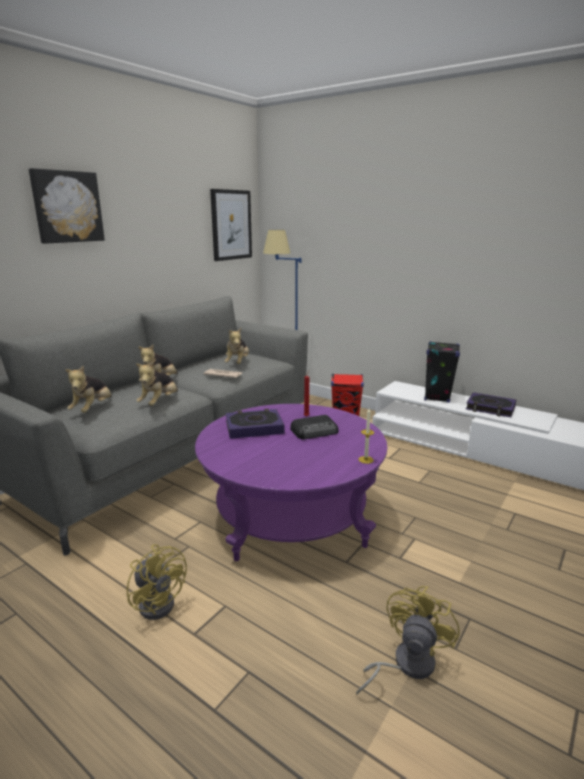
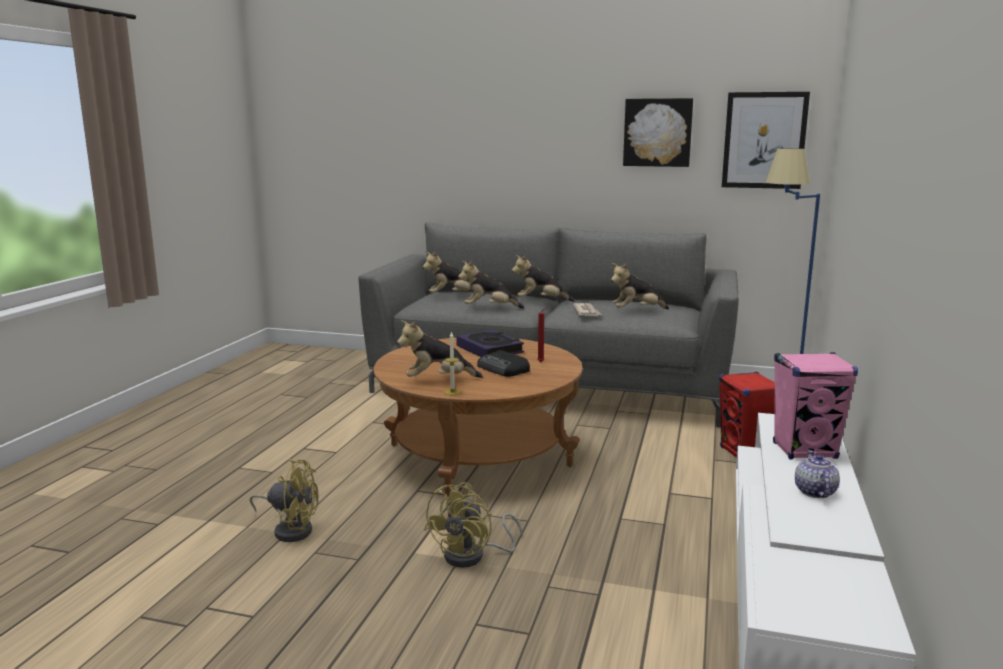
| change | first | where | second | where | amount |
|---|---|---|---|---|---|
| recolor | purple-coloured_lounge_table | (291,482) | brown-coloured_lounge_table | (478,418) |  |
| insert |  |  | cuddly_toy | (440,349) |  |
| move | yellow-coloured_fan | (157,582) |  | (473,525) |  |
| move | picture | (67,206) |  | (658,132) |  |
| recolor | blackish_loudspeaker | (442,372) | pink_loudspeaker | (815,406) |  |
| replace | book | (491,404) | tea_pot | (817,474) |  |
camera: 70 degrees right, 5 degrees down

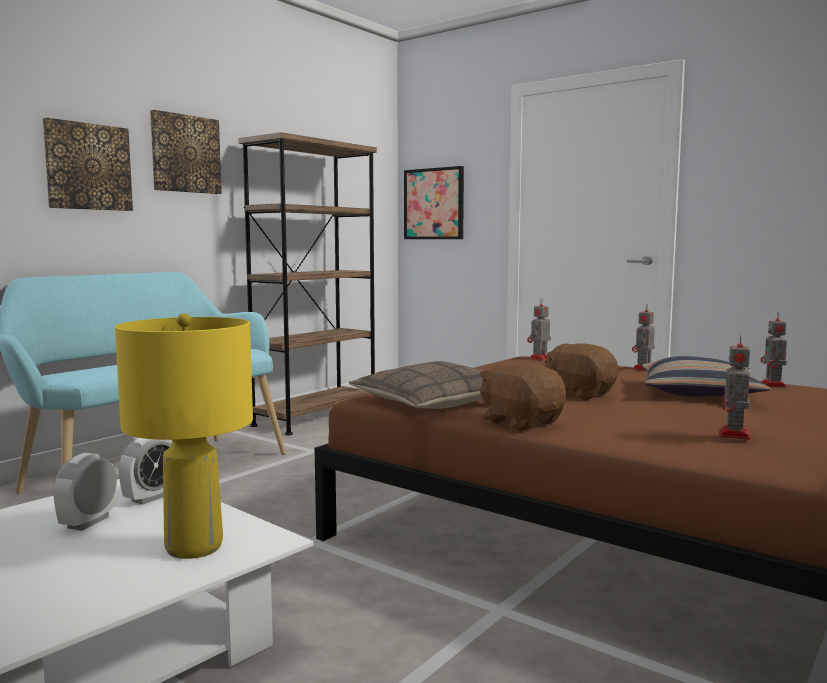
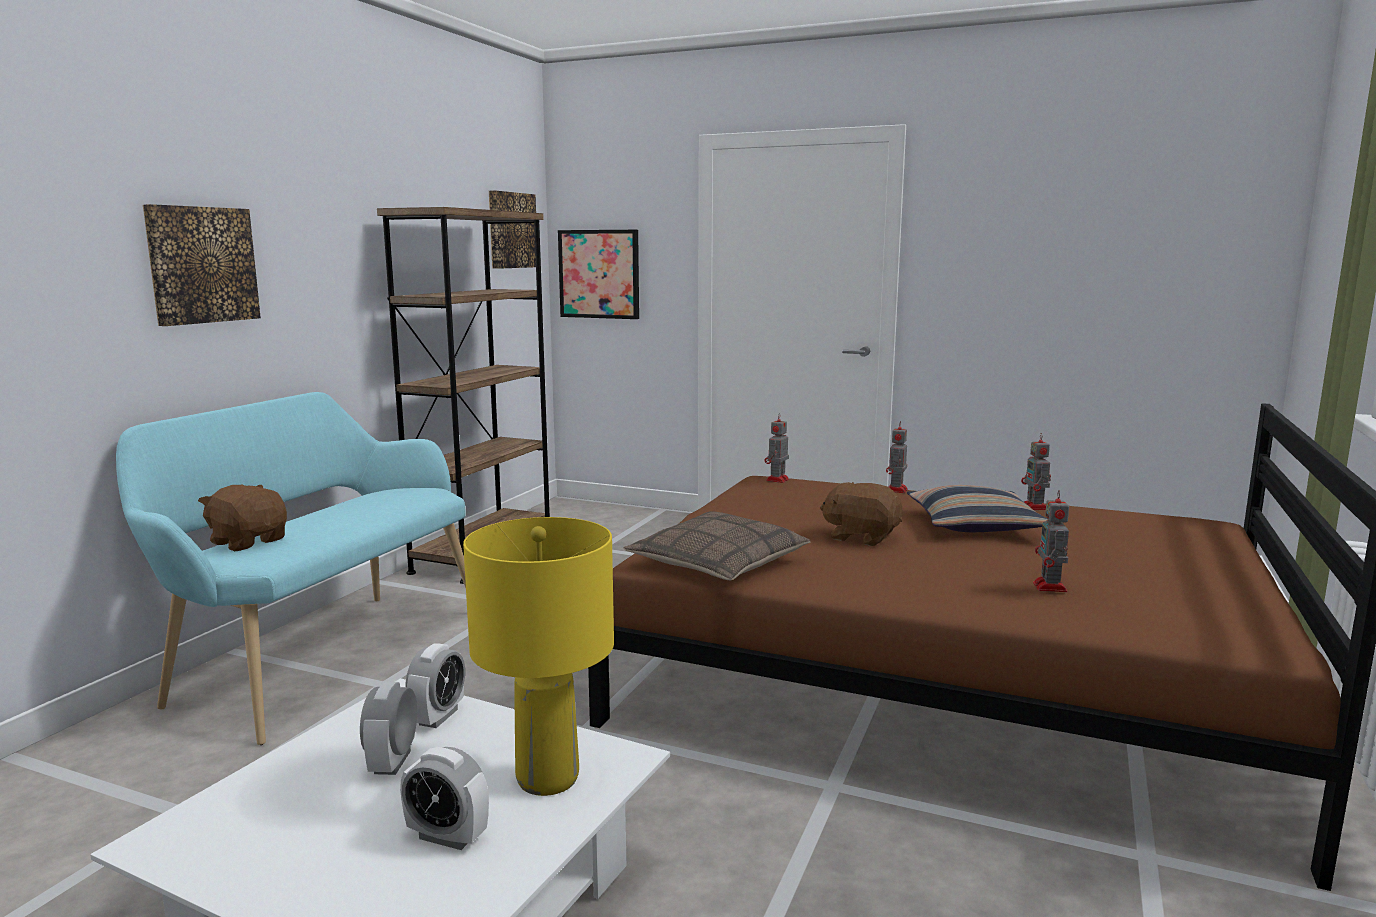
| change | first | where | second | where | amount |
|---|---|---|---|---|---|
| move | brown-coloured_cuddly_toy | (522,396) |  | (242,518) |  |
| insert |  |  | table_clock | (444,798) |  |
| move | picture | (186,152) |  | (512,229) |  |
camera: 15 degrees left, 5 degrees up

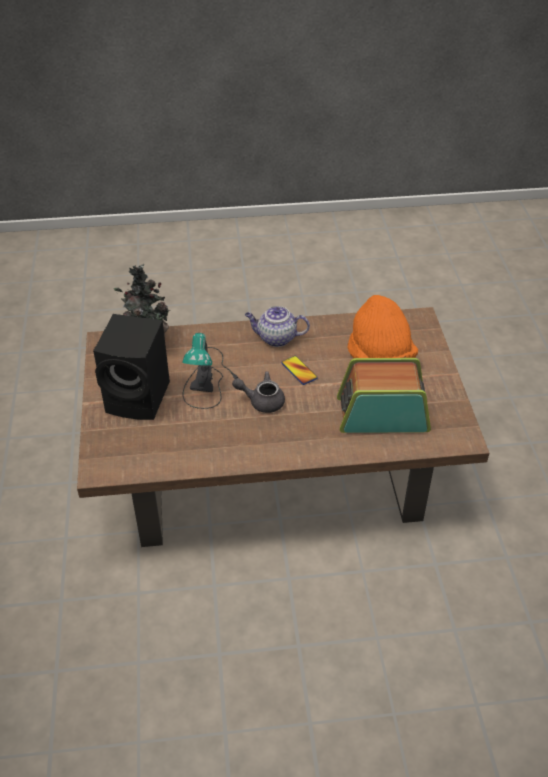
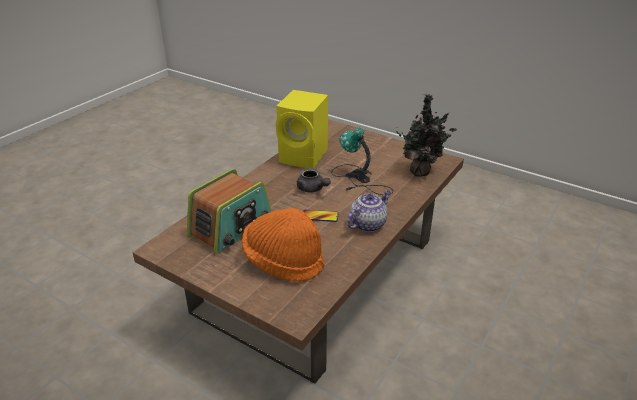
| change | first | where | second | where | amount |
|---|---|---|---|---|---|
| insert |  |  | yellow-coloured_loudspeaker | (302,129) |  |
| rotate | greyish_tea_pot | (258,392) |  | (314,180) | 90 degrees clockwise |
| delete | blackish_loudspeaker | (131,367) |  |  |  |
camera: 130 degrees right, 10 degrees down

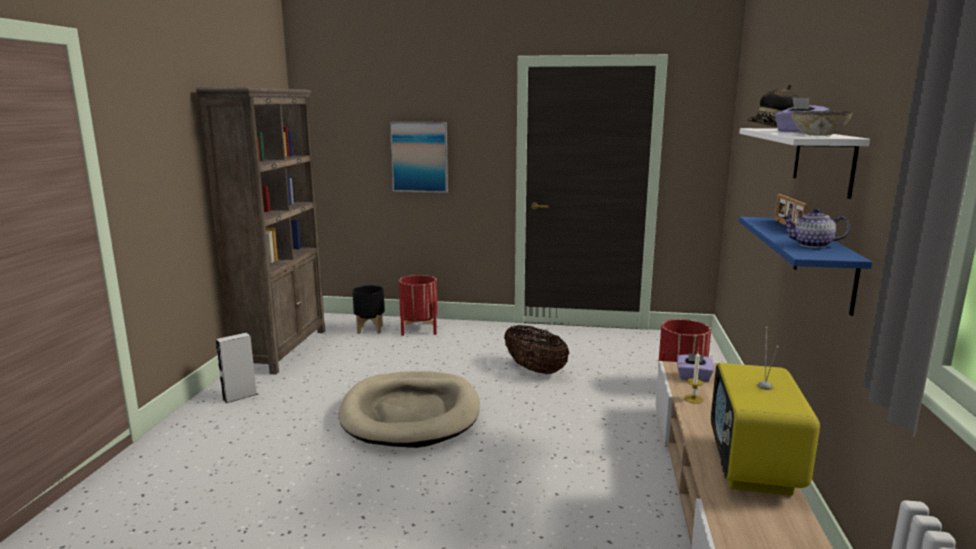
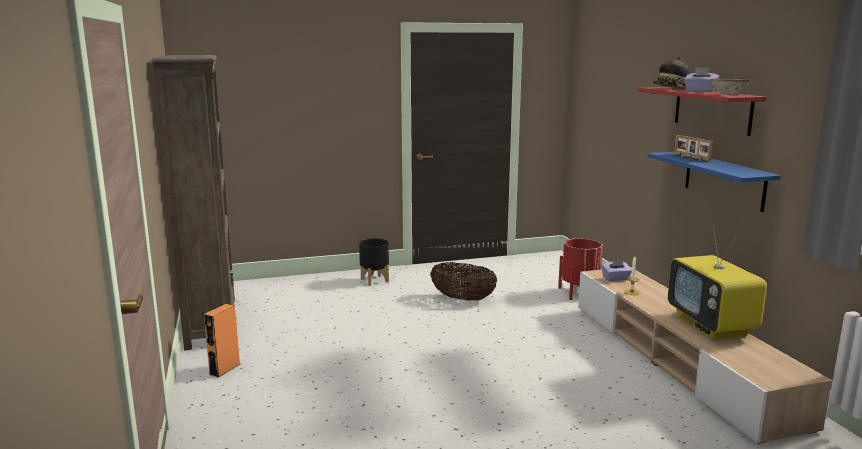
| change | first | where | second | where | amount |
|---|---|---|---|---|---|
| recolor | greyish_loudspeaker | (236,367) | orange-coloured_loudspeaker | (222,341) |  |
| move | blackish_flower_pot | (368,309) |  | (374,262) |  |
| recolor | white-coloured_bracket_shelf | (804,163) | reddish_bracket_shelf | (702,111) |  |
| delete | beige_pet_bed | (409,409) |  |  |  |
| delete | picture | (419,157) |  |  |  |
| delete | reddish_flower_pot | (418,305) |  |  |  |
| delete | tea_pot | (816,228) |  |  |  |
camera: 25 degrees left, 0 degrees up

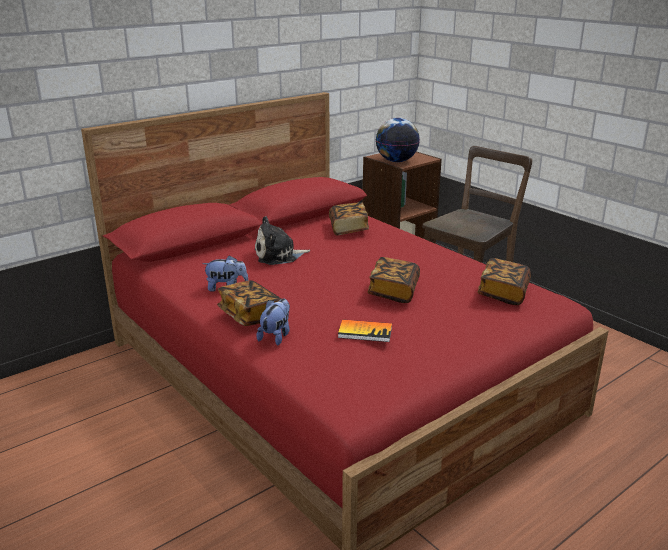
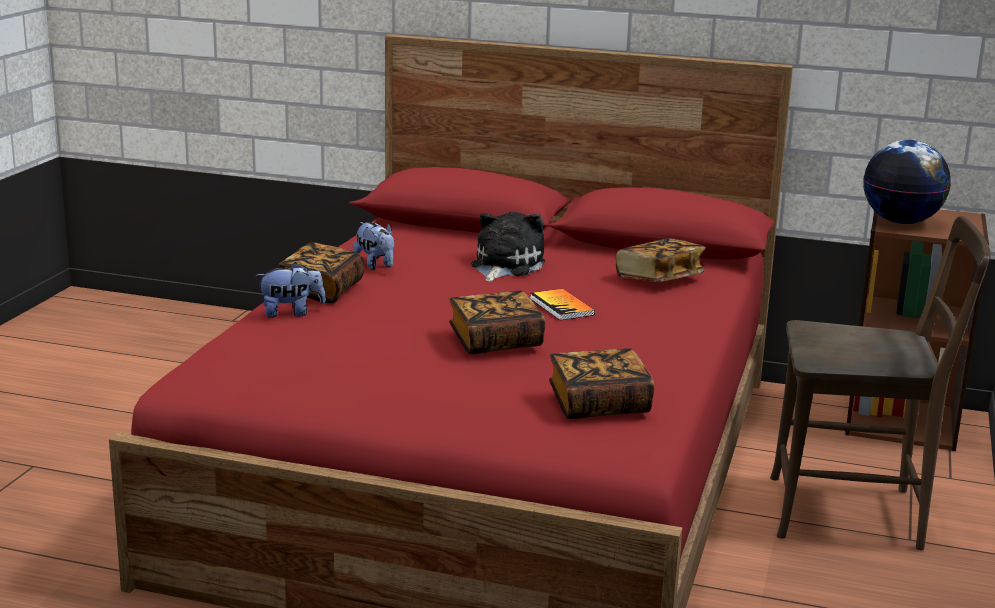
| change | first | where | second | where | amount |
|---|---|---|---|---|---|
| rotate | cuddly_toy | (282,240) |  | (508,247) | 75 degrees clockwise |
| move | book | (365,330) |  | (562,304) |  |
camera: 55 degrees right, 5 degrees down

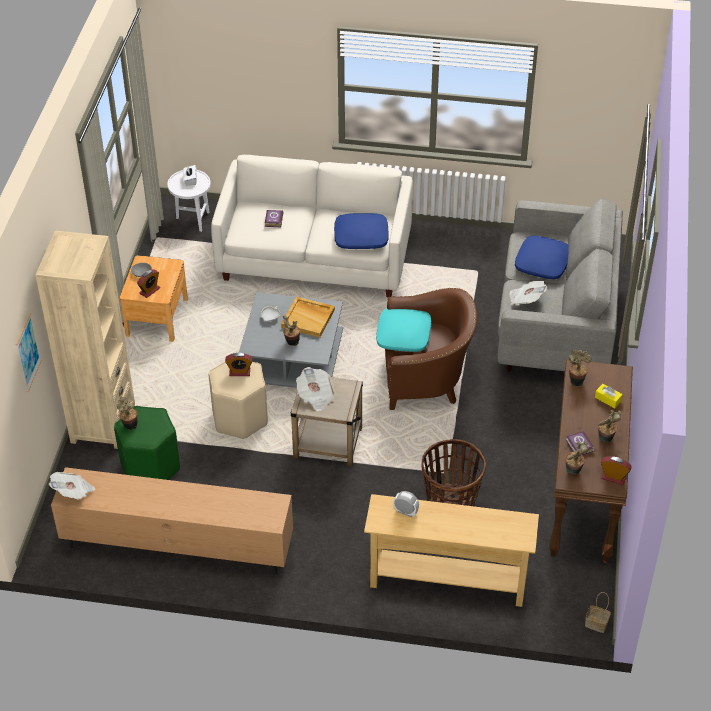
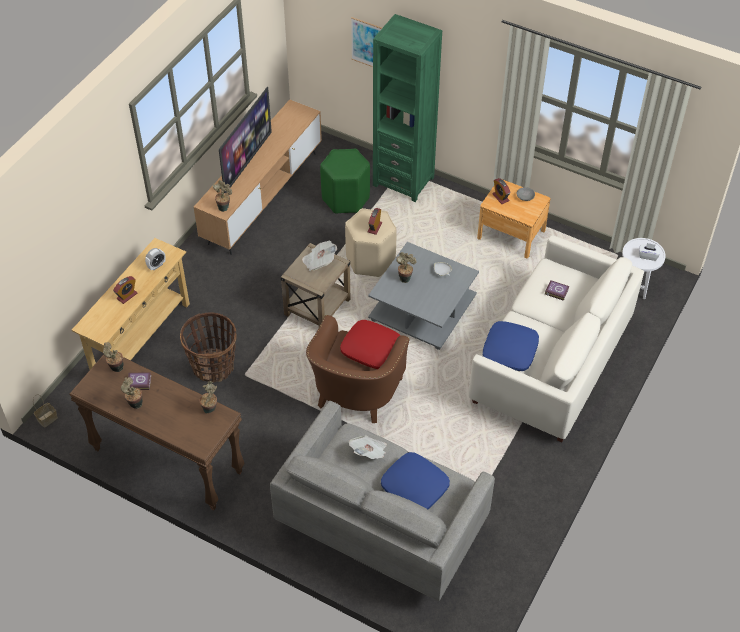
| change | first | where | second | where | amount |
|---|---|---|---|---|---|
| move | table_clock | (616,470) |  | (125,290) |  |
| move | potted_plant | (127,413) |  | (222,196) |  |
| insert |  |  | TV | (245,140) |  |
| recolor | turquoise-coloured_cushion | (403,330) | reddish_cushion | (370,344) |  |
| recolor | beige_bookshelf | (85,339) | green_bookshelf | (407,108) |  |
| delete | printed_paper | (72,486) |  |  |  |
| delete | beige_serving_tray | (308,317) |  |  |  |
| delete | yellow-coloured_tissue_holder | (609,396) |  |  |  |
camera: 110 degrees right, 5 degrees up

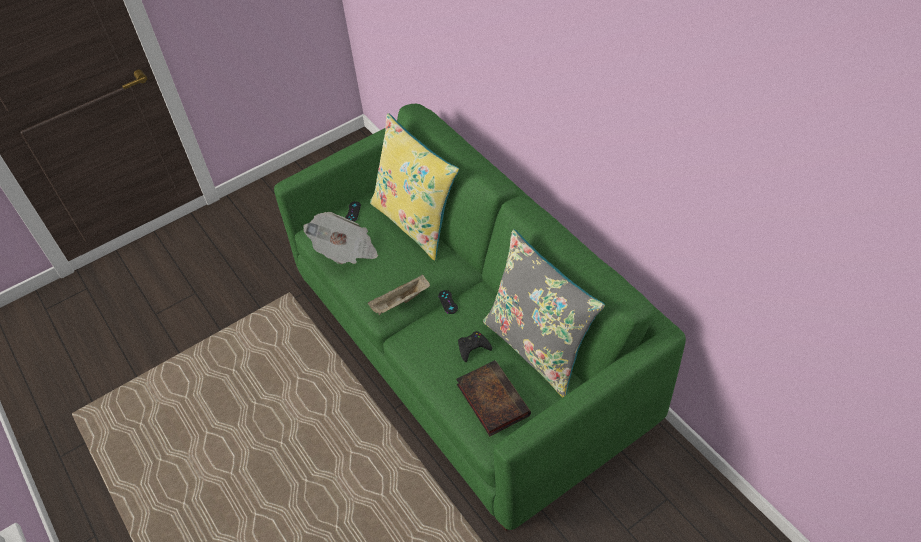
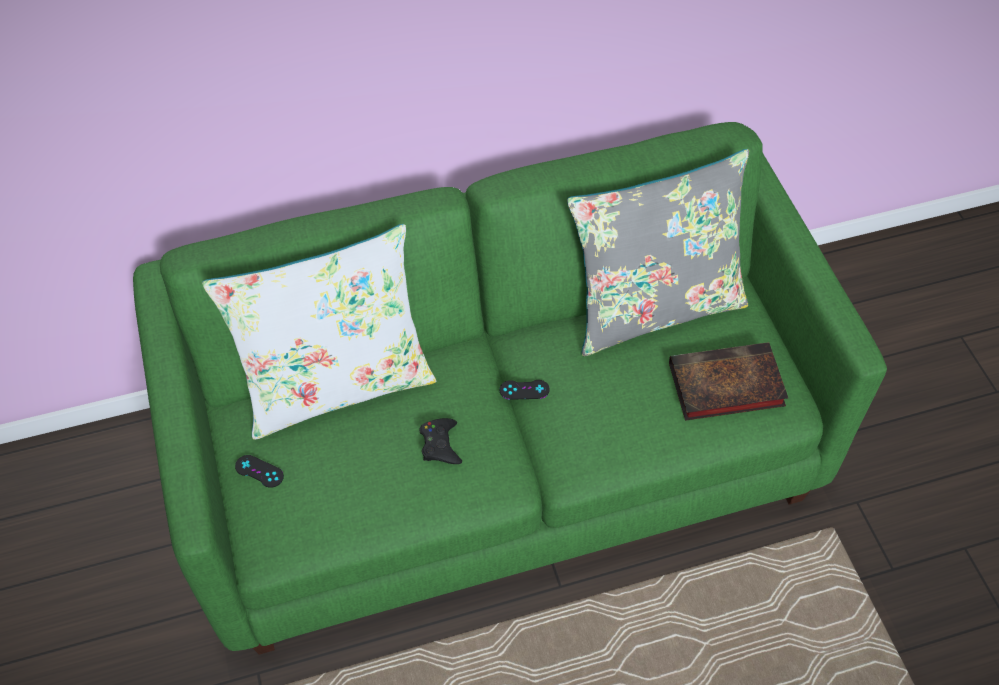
| change | first | where | second | where | amount |
|---|---|---|---|---|---|
| recolor | yellow-coloured_cushion | (414,187) | white-coloured_cushion | (319,332) |  |
| move | blackish_gamepad | (475,346) |  | (440,441) |  |
| delete | printed_paper | (340,238) |  |  |  |
| delete | beige_serving_tray | (399,295) |  |  |  |
camera: 75 degrees left, 5 degrees up

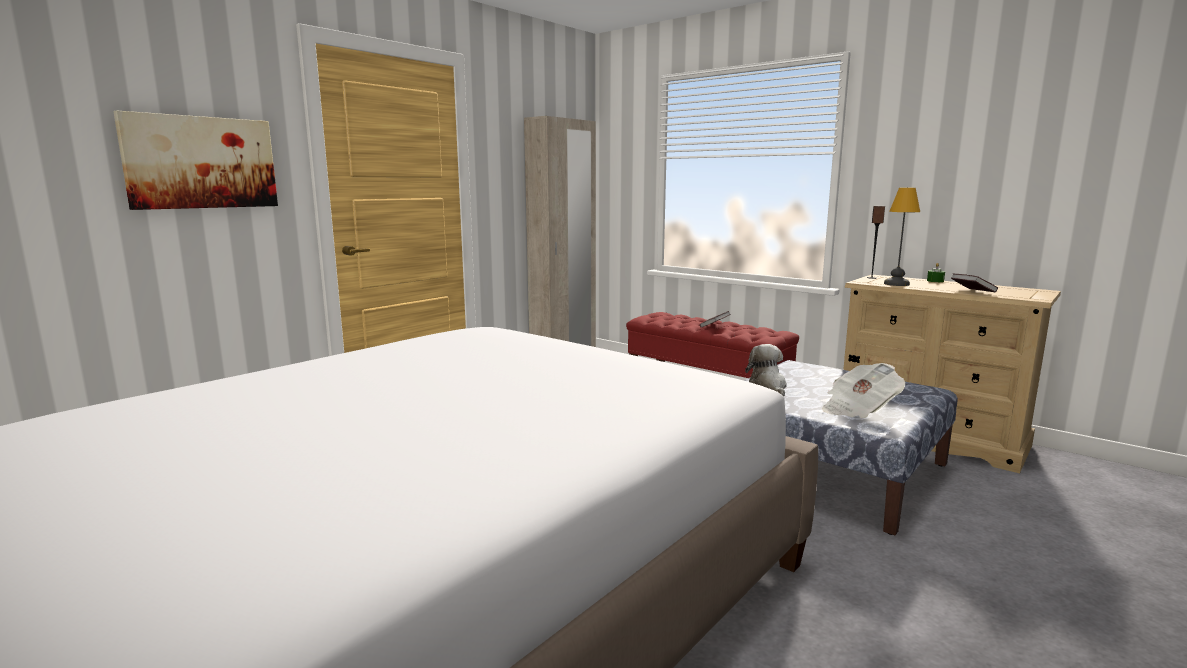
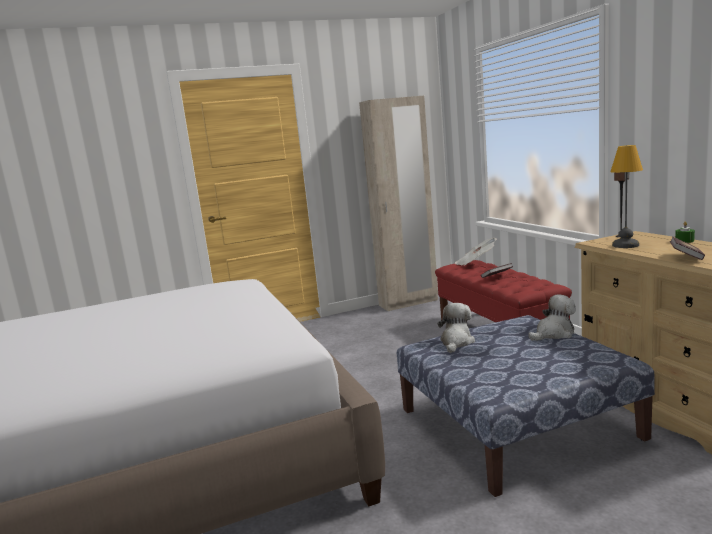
| change | first | where | second | where | amount |
|---|---|---|---|---|---|
| move | printed_paper | (863,390) |  | (475,251) |  |
| insert |  |  | cuddly_toy | (552,317) |  |
| delete | picture | (195,160) |  |  |  |
camera: 30 degrees right, 0 degrees up

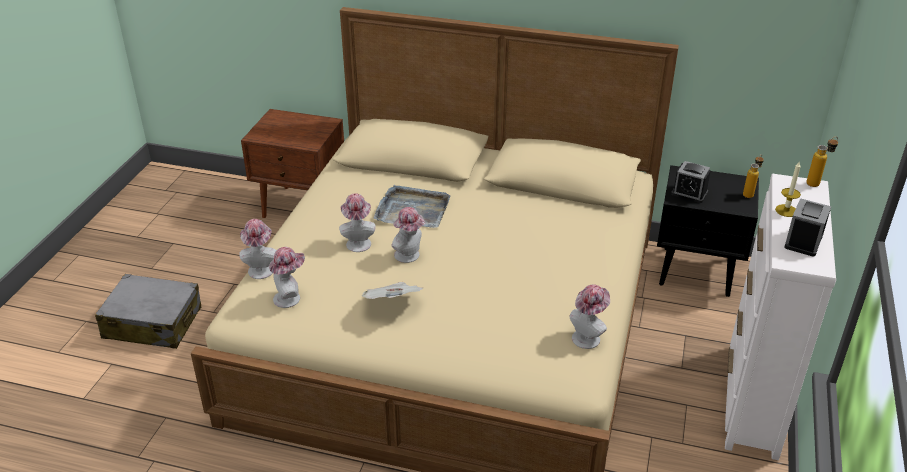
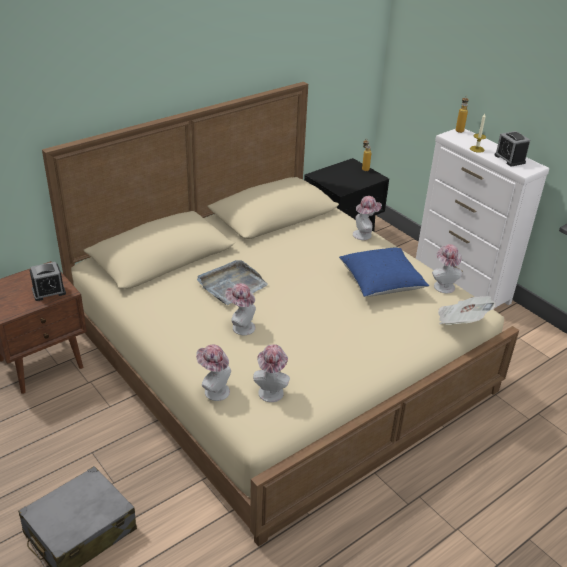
| change | first | where | second | where | amount |
|---|---|---|---|---|---|
| move | table_clock | (691,182) |  | (48,281) |  |
| insert |  |  | blue_cushion | (384,272) |  |
| move | clothing_hat | (408,235) |  | (367,218) |  |
| move | printed_paper | (392,290) |  | (467,310) |  |
camera: 55 degrees left, 0 degrees up

